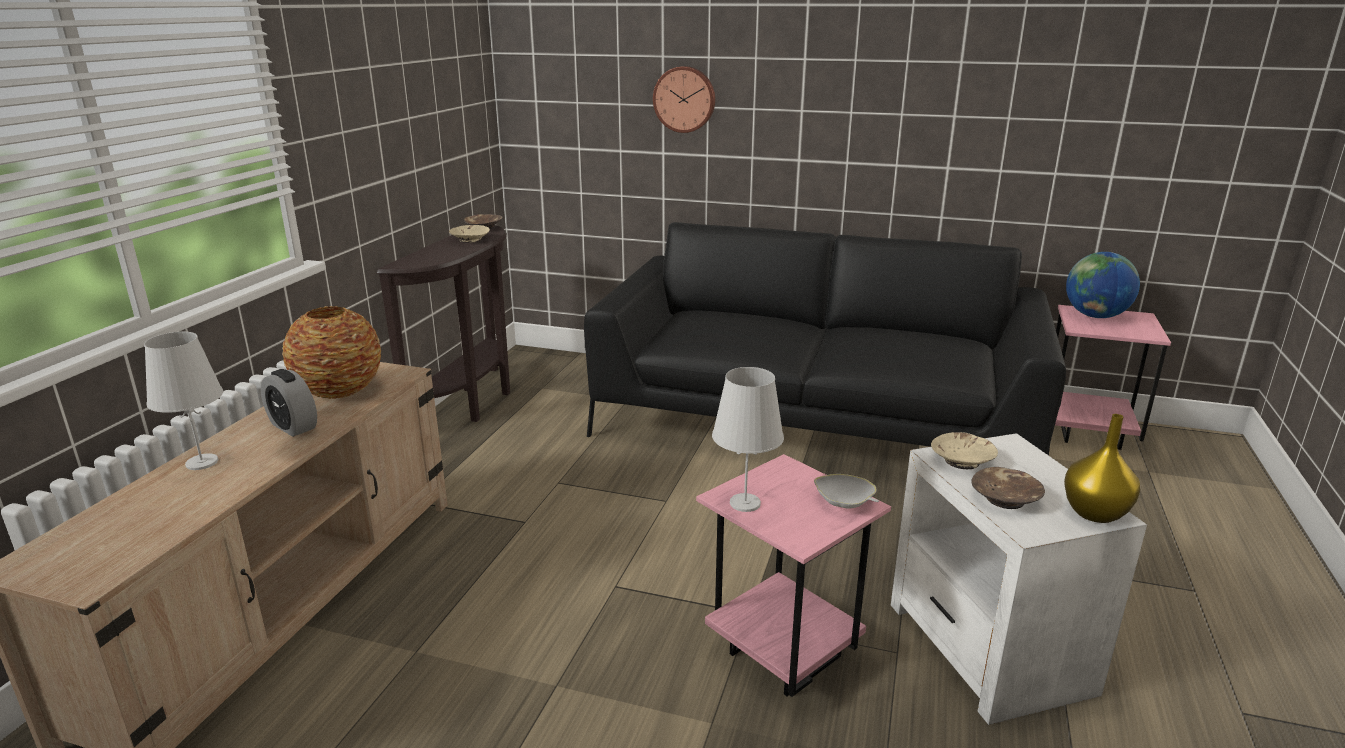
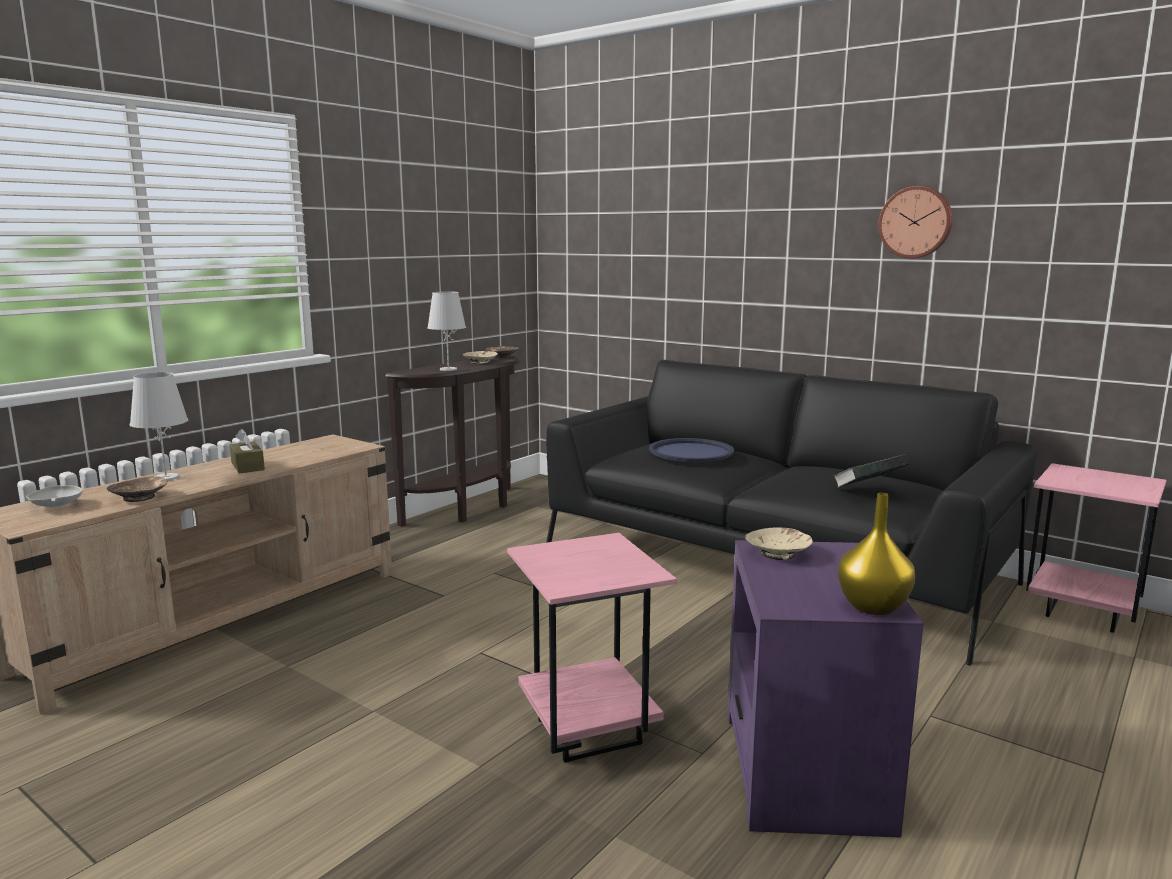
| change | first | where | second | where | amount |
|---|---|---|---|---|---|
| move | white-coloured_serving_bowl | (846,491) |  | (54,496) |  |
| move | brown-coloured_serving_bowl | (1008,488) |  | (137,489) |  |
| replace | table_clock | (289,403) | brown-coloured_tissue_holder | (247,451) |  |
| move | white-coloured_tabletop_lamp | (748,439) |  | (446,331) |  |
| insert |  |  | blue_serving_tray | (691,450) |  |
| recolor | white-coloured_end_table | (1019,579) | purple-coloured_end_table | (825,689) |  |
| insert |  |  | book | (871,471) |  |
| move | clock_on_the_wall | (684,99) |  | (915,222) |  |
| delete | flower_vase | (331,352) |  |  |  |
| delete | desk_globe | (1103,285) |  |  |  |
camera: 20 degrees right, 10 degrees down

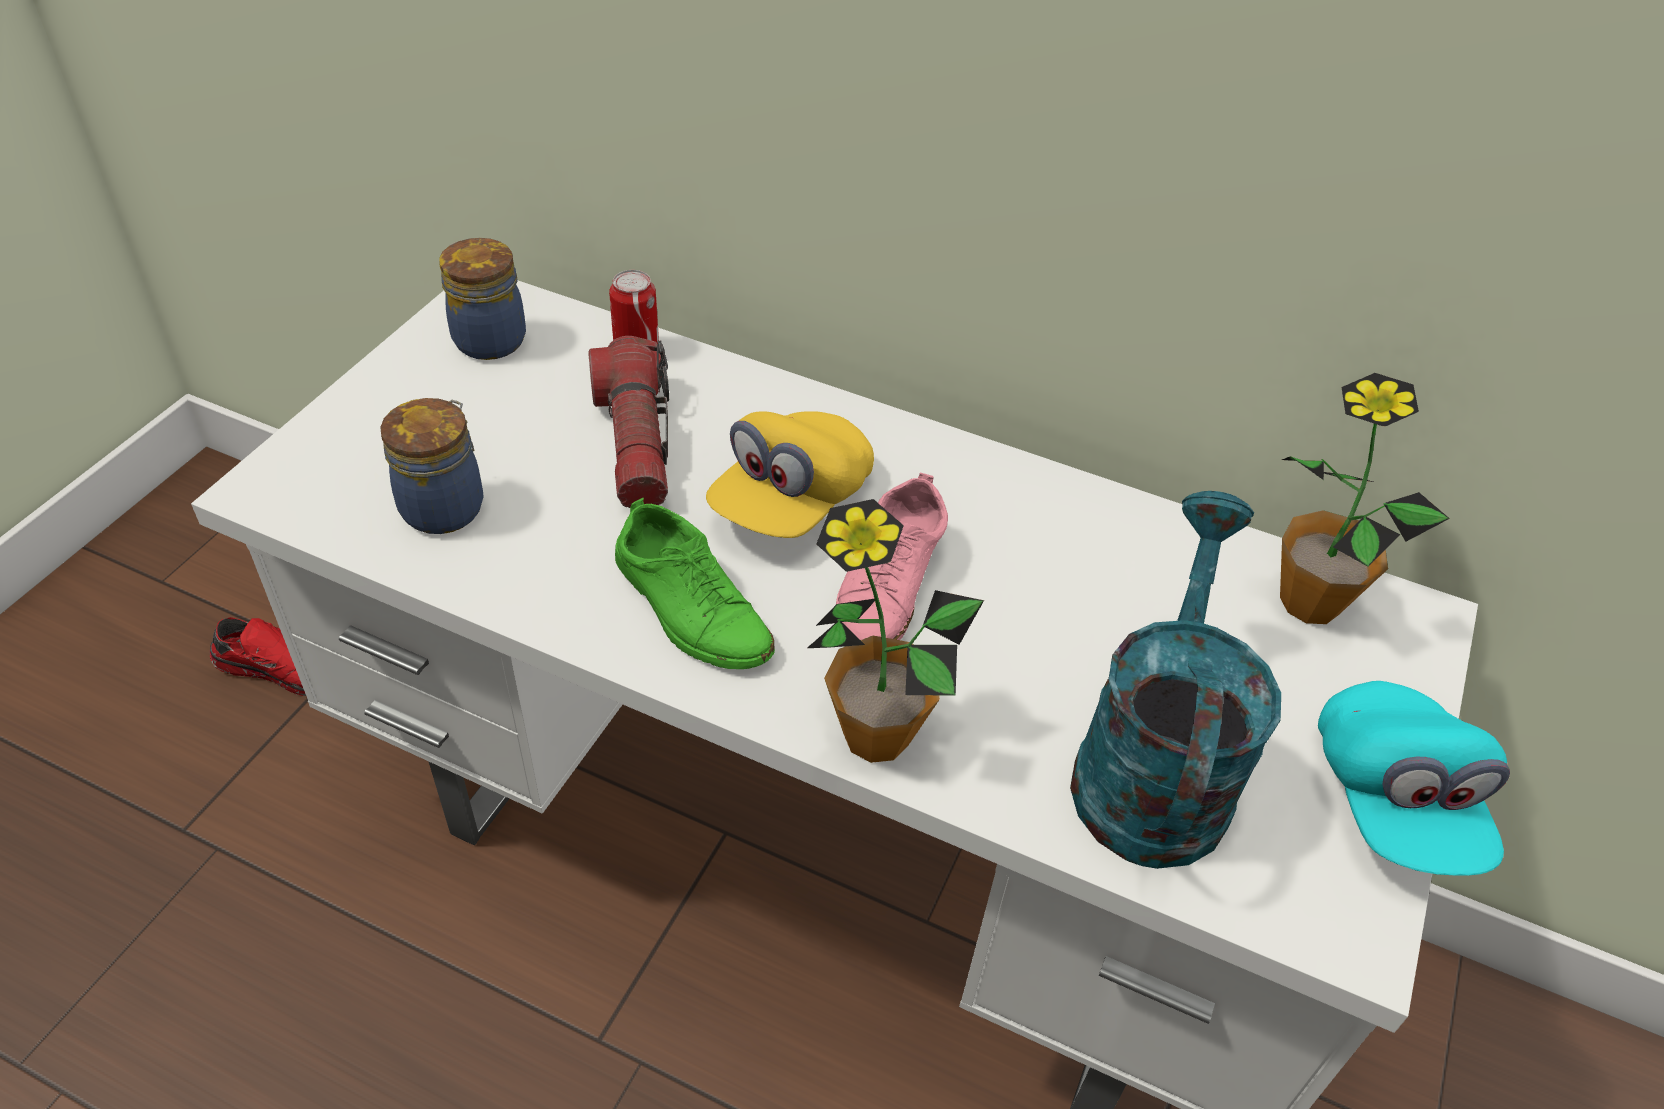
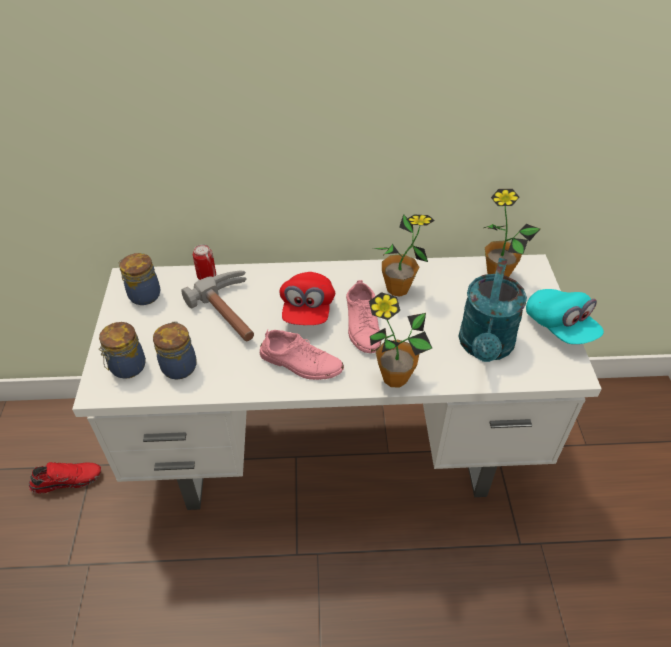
| change | first | where | second | where | amount |
|---|---|---|---|---|---|
| insert |  |  | jar | (122,350) |  |
| replace | hand_torch | (628,422) | hand_hammer | (217,306) |  |
| recolor | green_shoe | (695,583) | pink_shoe | (302,355) |  |
| recolor | yellow-coloured_peaked_cap | (790,474) | reddish_peaked_cap | (307,298) |  |
| insert |  |  | potted_plant | (404,255) |  |
| rotate | turquoise-coloured_watering_can | (1175,680) |  | (492,310) | 150 degrees counterclockwise |
camera: 25 degrees left, 0 degrees up

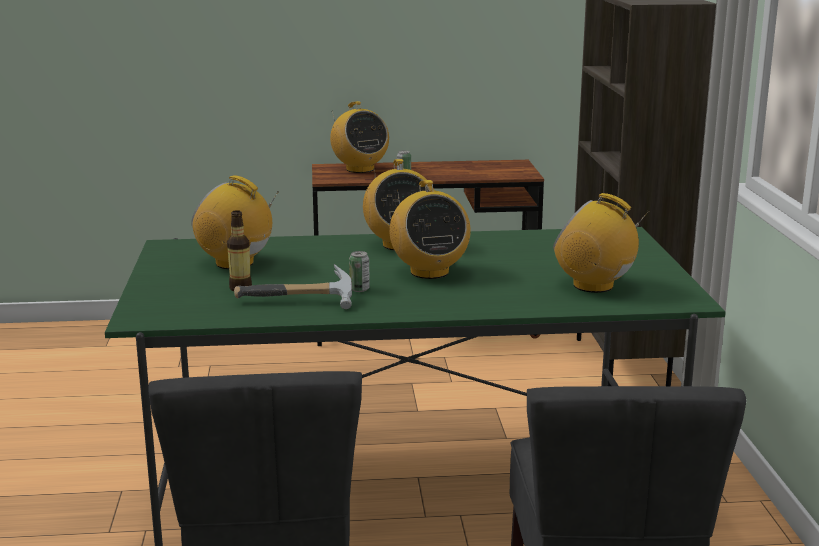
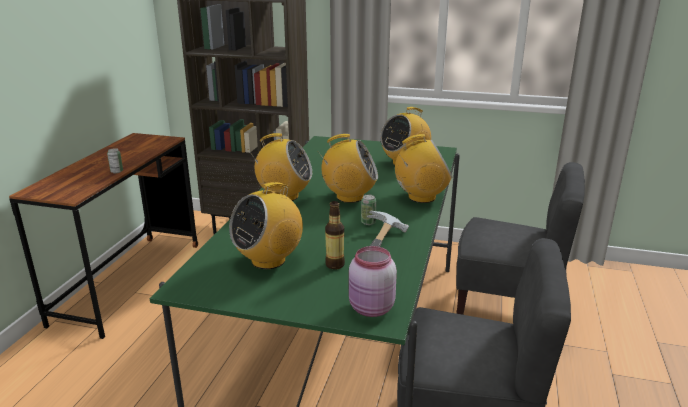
| change | first | where | second | where | amount |
|---|---|---|---|---|---|
| insert |  |  | pink_jar | (373,281) |  |
| move | radio_receiver | (359,137) |  | (423,168) |  |
camera: 70 degrees left, 5 degrees up

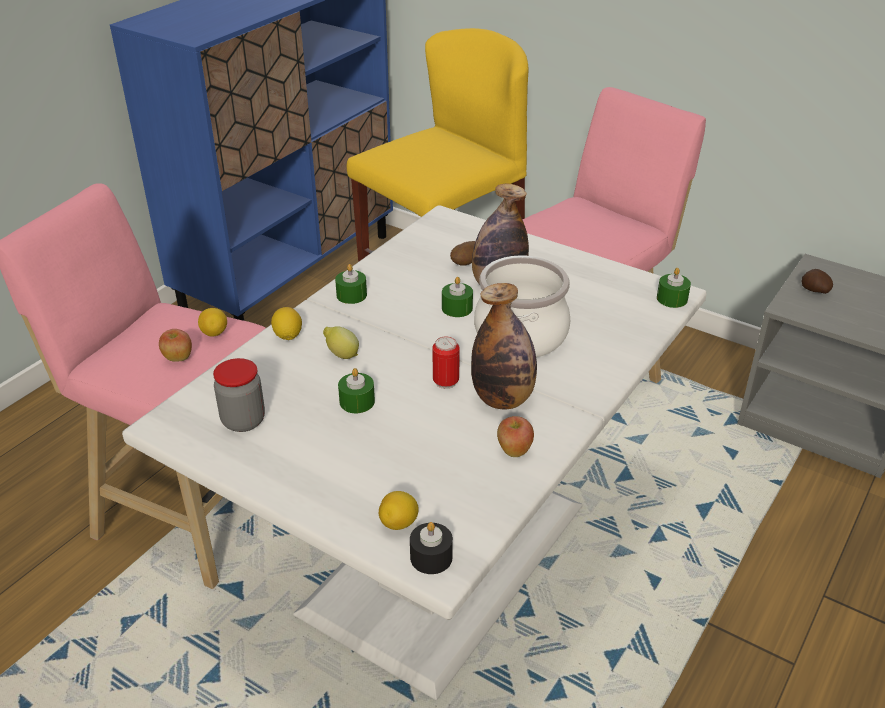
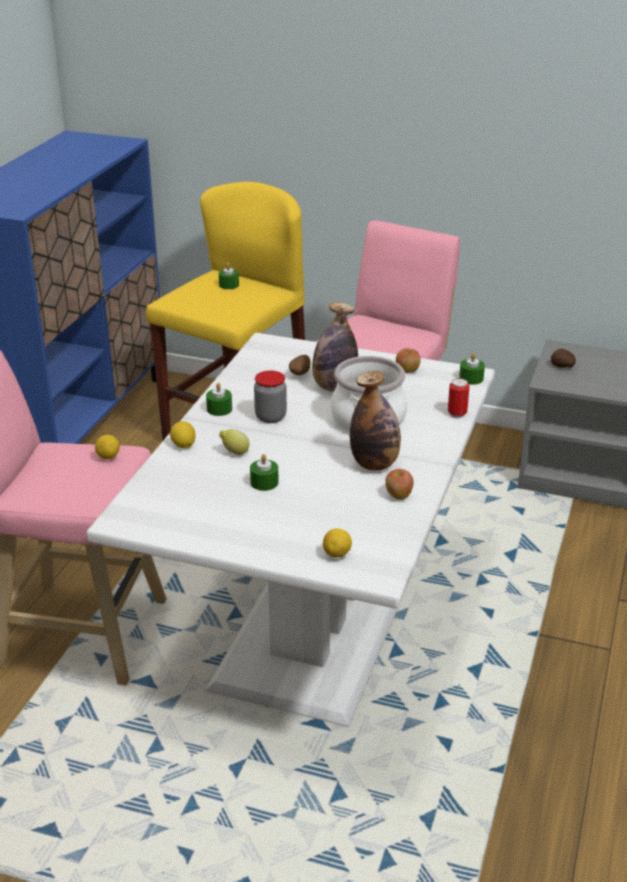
| change | first | where | second | where | amount |
|---|---|---|---|---|---|
| move | green_candle | (457,297) |  | (229,276) |  |
| move | jar | (239,395) |  | (270,396) |  |
| move | apple | (175,345) |  | (408,360) |  |
| move | can | (446,362) |  | (458,398) |  |
| delete | blackish_candle | (431,548) |  |  |  |
camera: 15 degrees left, 5 degrees down

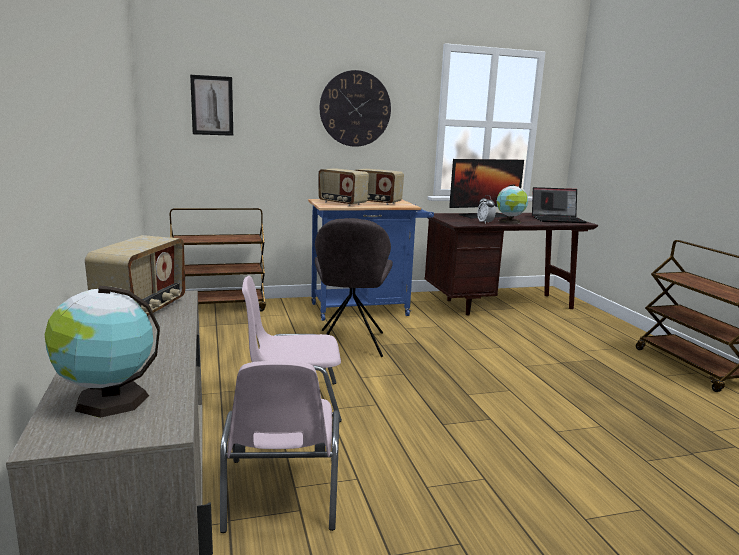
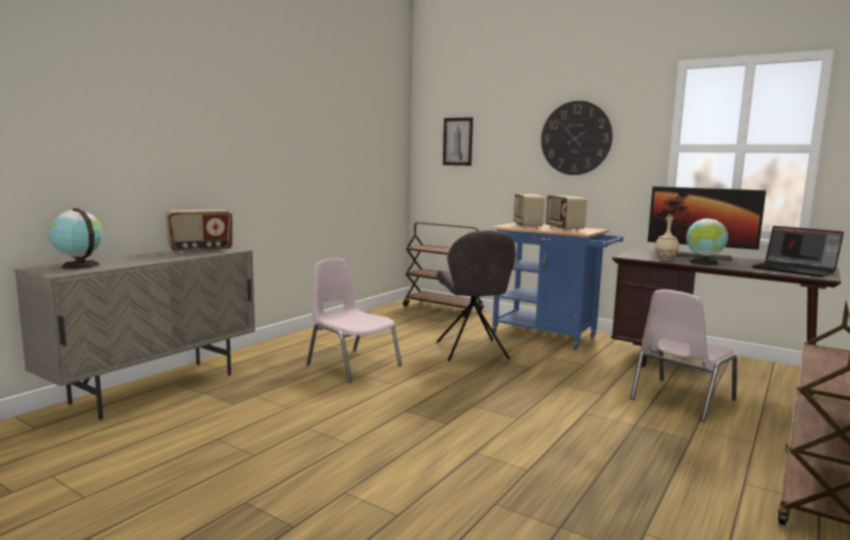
| change | first | where | second | where | amount |
|---|---|---|---|---|---|
| rotate | greyish_upright_chair | (354,287) |  | (476,295) | 60 degrees counterclockwise |
| move | pink_upright_chair | (279,447) |  | (683,355) |  |
| replace | table_clock | (486,209) | beige_drink_bottle | (667,237) |  |
camera: 50 degrees right, 5 degrees down

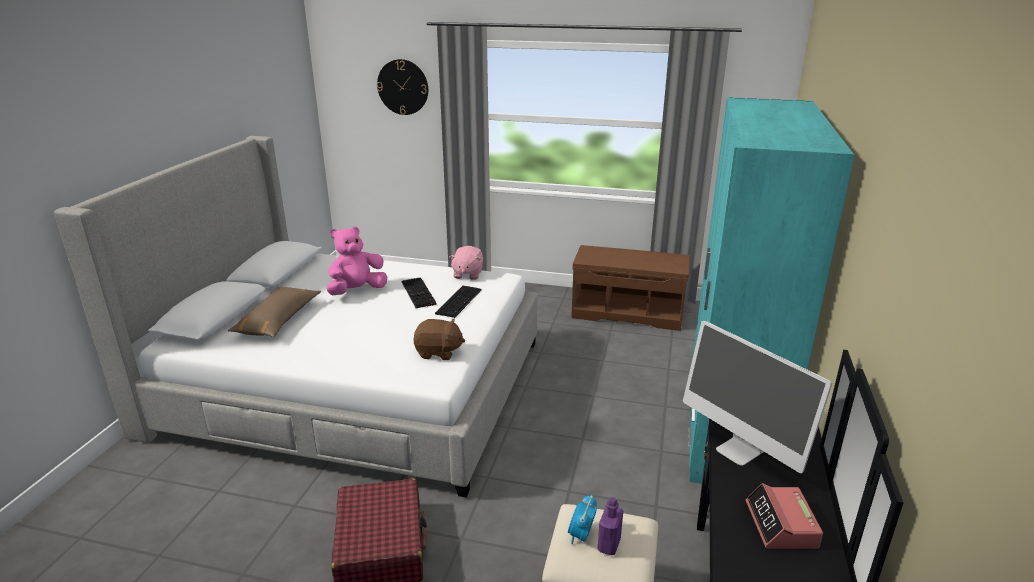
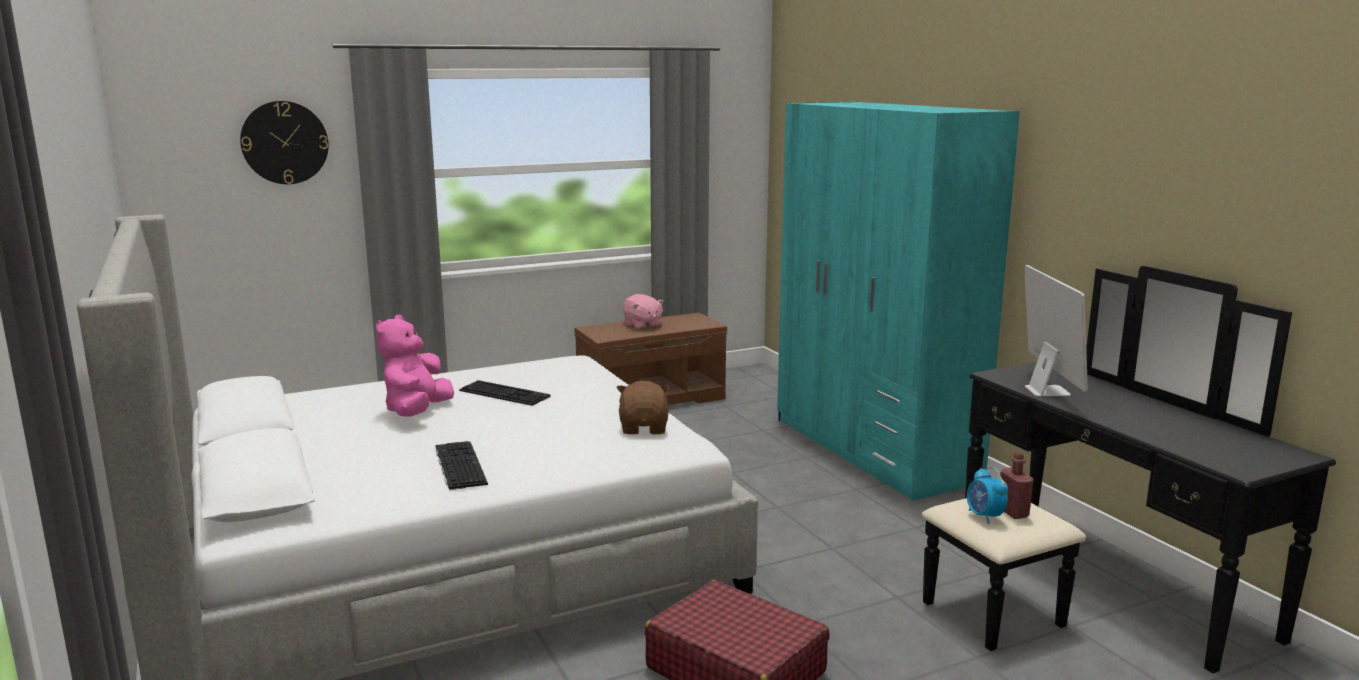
| change | first | where | second | where | amount |
|---|---|---|---|---|---|
| move | computer_keyboard | (458,302) |  | (462,465) |  |
| rotate | brown-coloured_cuddly_toy | (439,339) |  | (643,407) | 60 degrees counterclockwise |
| move | pink_cuddly_toy | (466,263) |  | (643,312) |  |
| recolor | purple-coloured_drink_bottle | (610,526) | reddish_drink_bottle | (1017,485) |  |
| rotate | computer_display | (757,397) |  | (1056,331) | 105 degrees counterclockwise |
| delete | brown-coloured_cushion | (274,312) |  |  |  |
| delete | table_clock | (784,516) |  |  |  |
camera: 40 degrees left, 10 degrees down

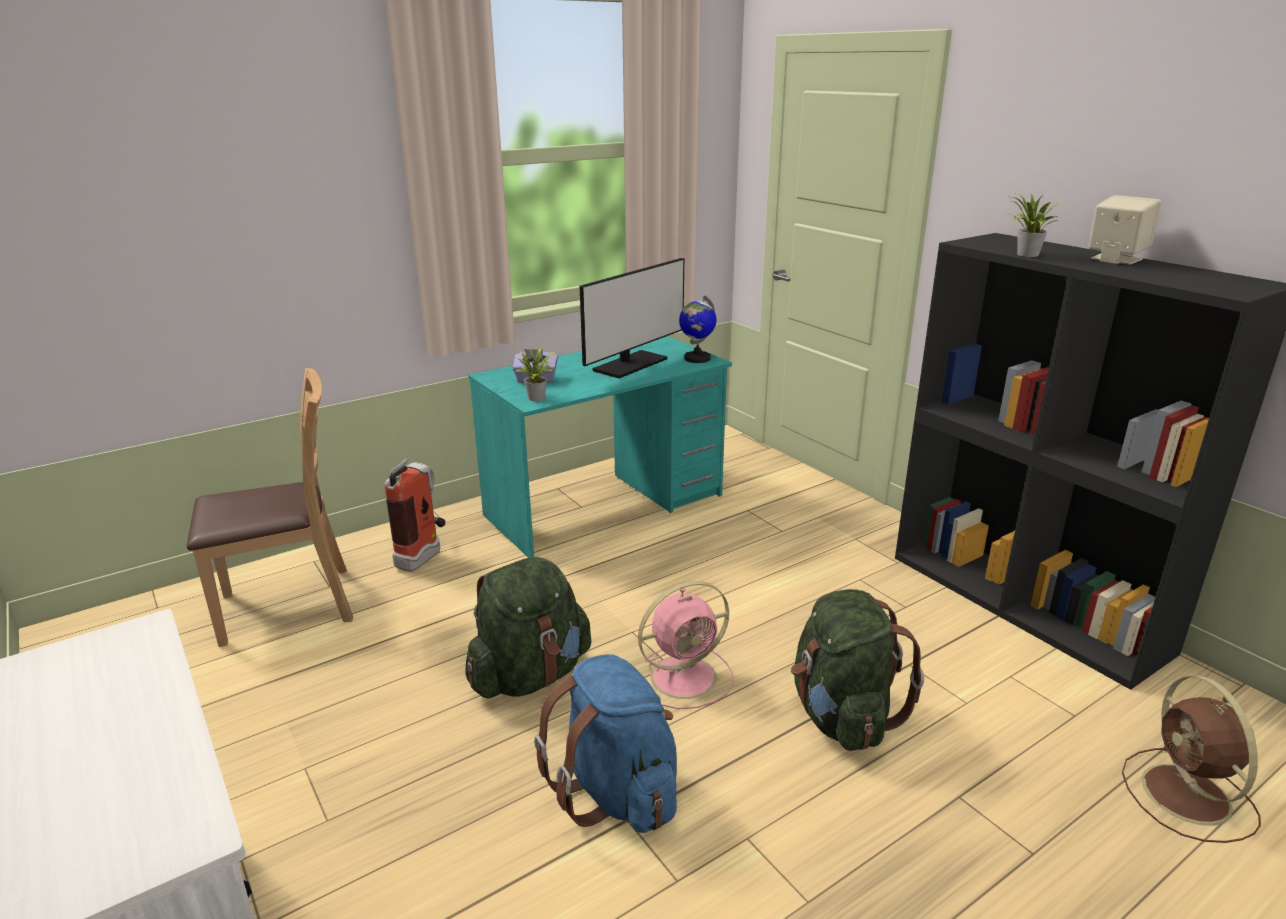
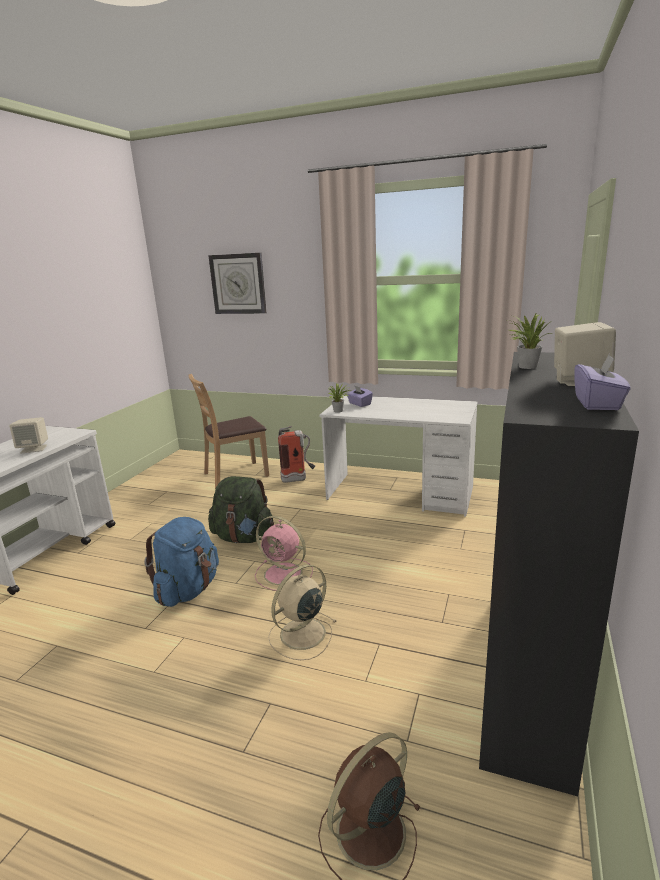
| change | first | where | second | where | amount |
|---|---|---|---|---|---|
| insert |  |  | beige_loudspeaker | (28,435) |  |
| rotate | brown-coloured_upright_chair | (270,507) |  | (228,431) | 120 degrees clockwise |
| insert |  |  | clock_on_the_wall | (237,283) |  |
| replace | green_knapsack | (857,670) | beige_fan | (302,612) |  |
| recolor | turquoise-coloured_desk_unit | (600,447) | white-coloured_desk_unit | (398,456) |  |
| insert |  |  | purple-coloured_tissue_holder | (603,382) |  |
| delete | computer_display | (632,318) |  |  |  |
| delete | desk_globe | (697,329) |  |  |  |
camera: 55 degrees right, 5 degrees down

